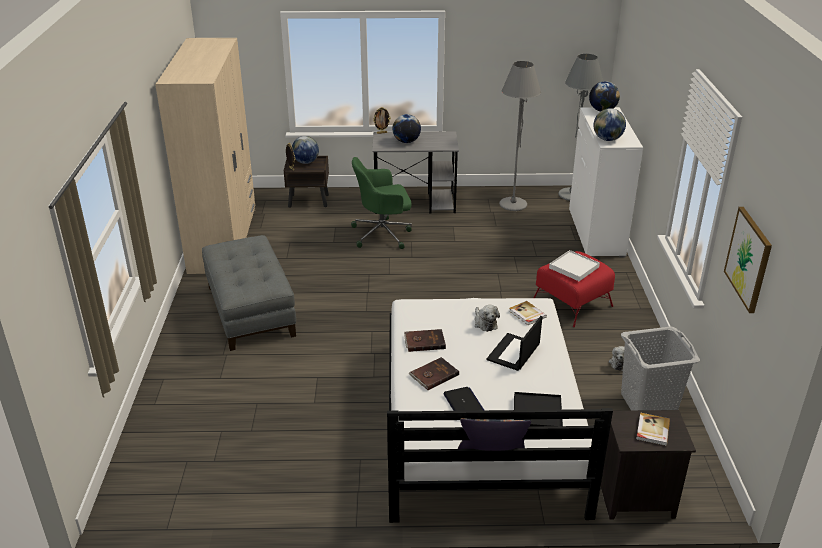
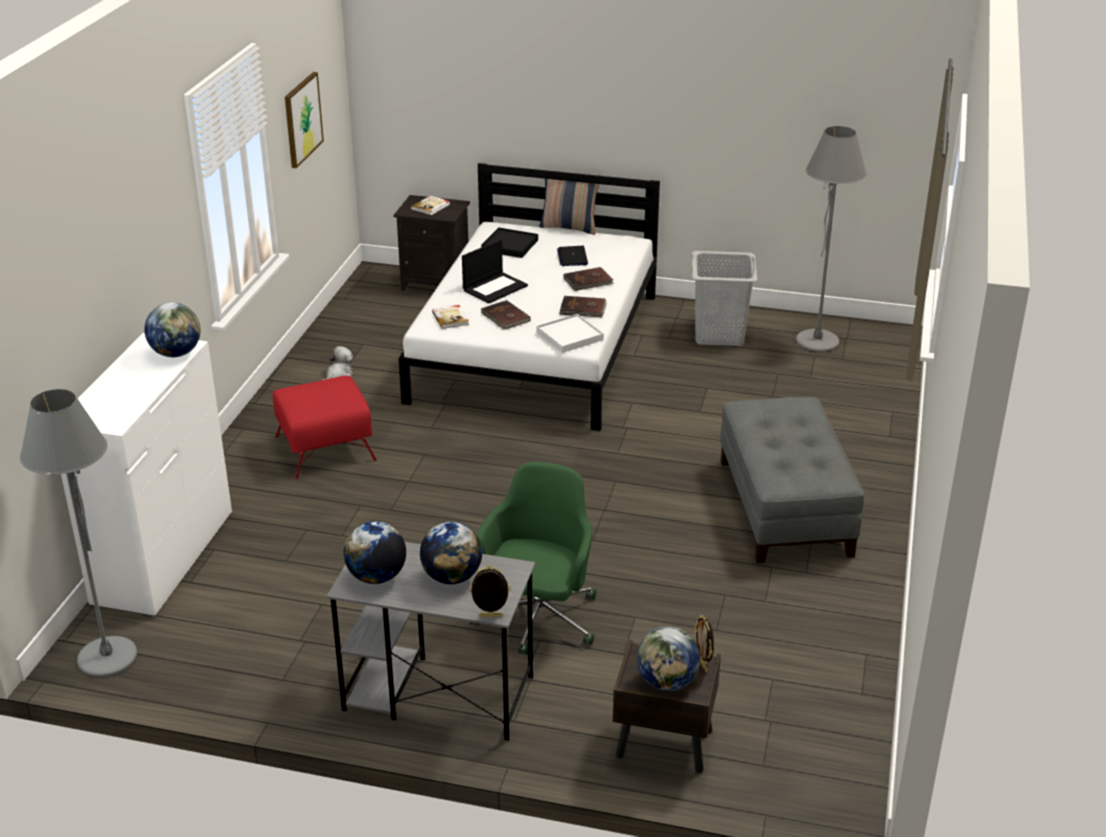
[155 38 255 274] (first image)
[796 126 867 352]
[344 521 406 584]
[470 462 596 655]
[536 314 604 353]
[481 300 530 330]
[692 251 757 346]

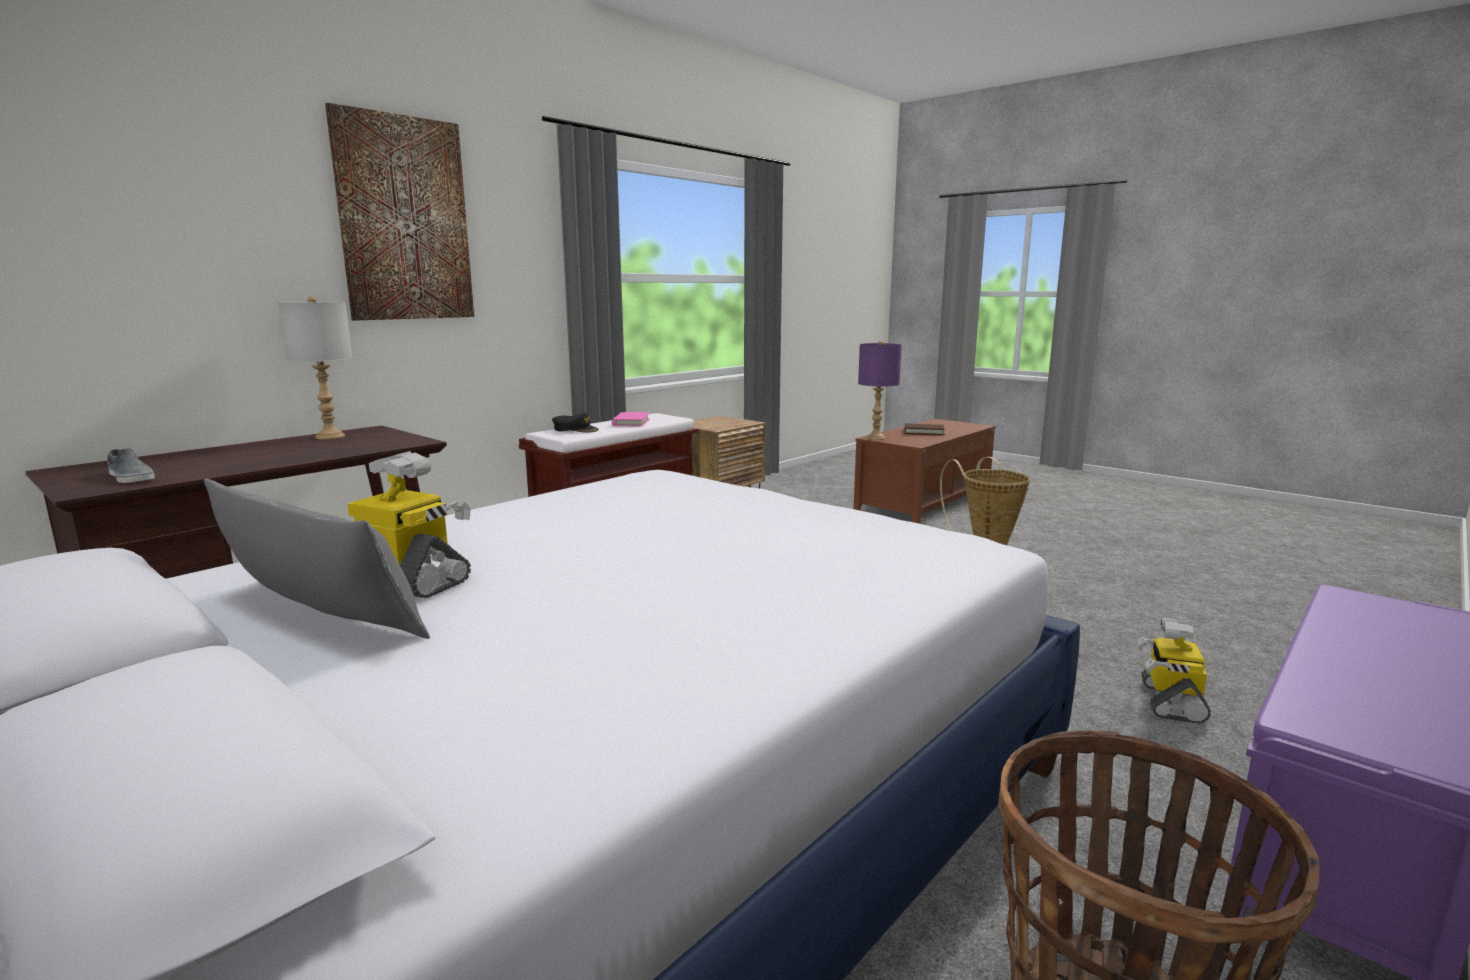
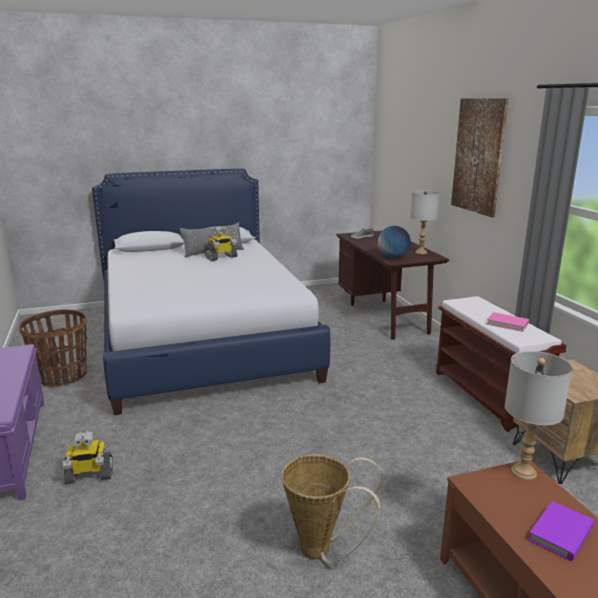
[505 351 572 480]
[552 412 599 433] (first image)
[528 501 594 561]
[63 431 113 484]
[378 226 411 258]

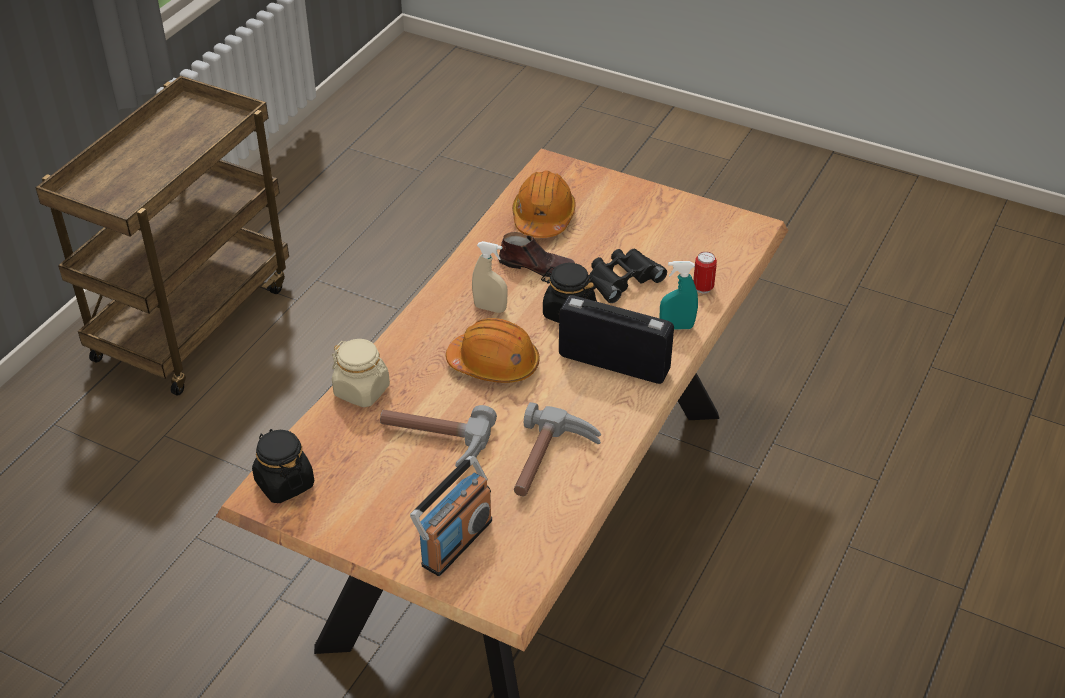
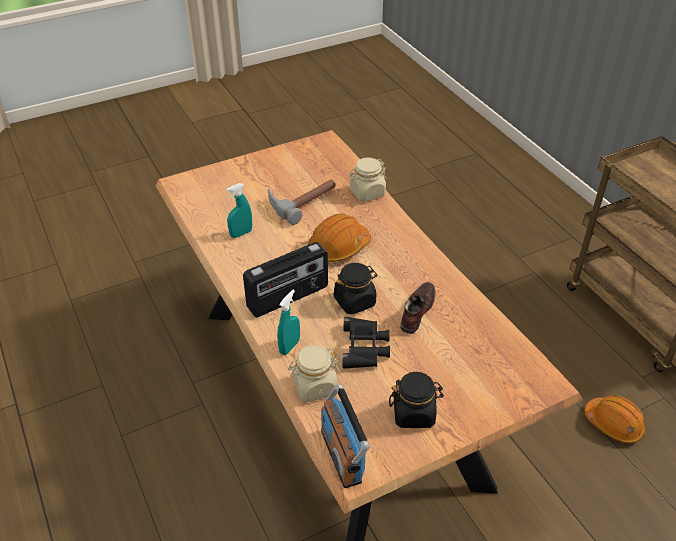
[584 395 646 443]
[400 282 435 334]
[472 241 508 313] (first image)
[288 345 340 402]
[226 183 252 238]
[389 372 444 428]
[321 385 370 488]

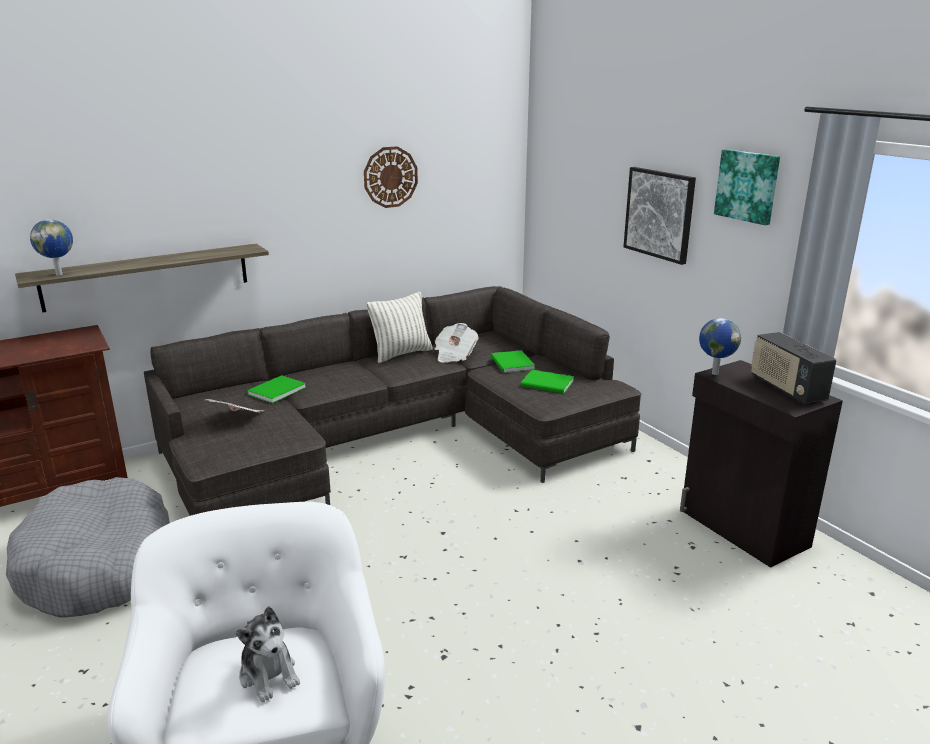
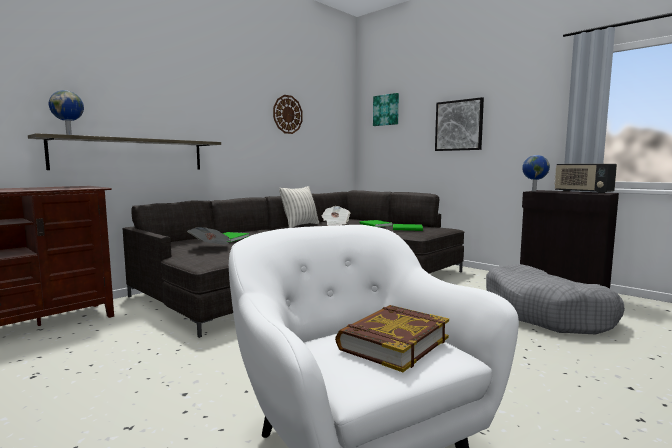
[373 93 399 126]
[486 264 625 334]
[335 305 449 372]

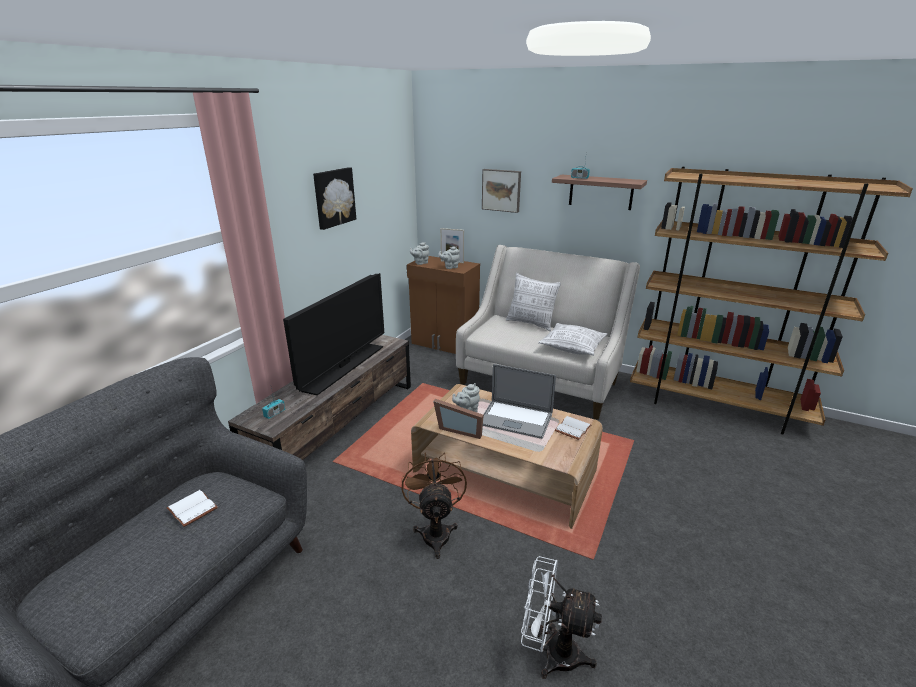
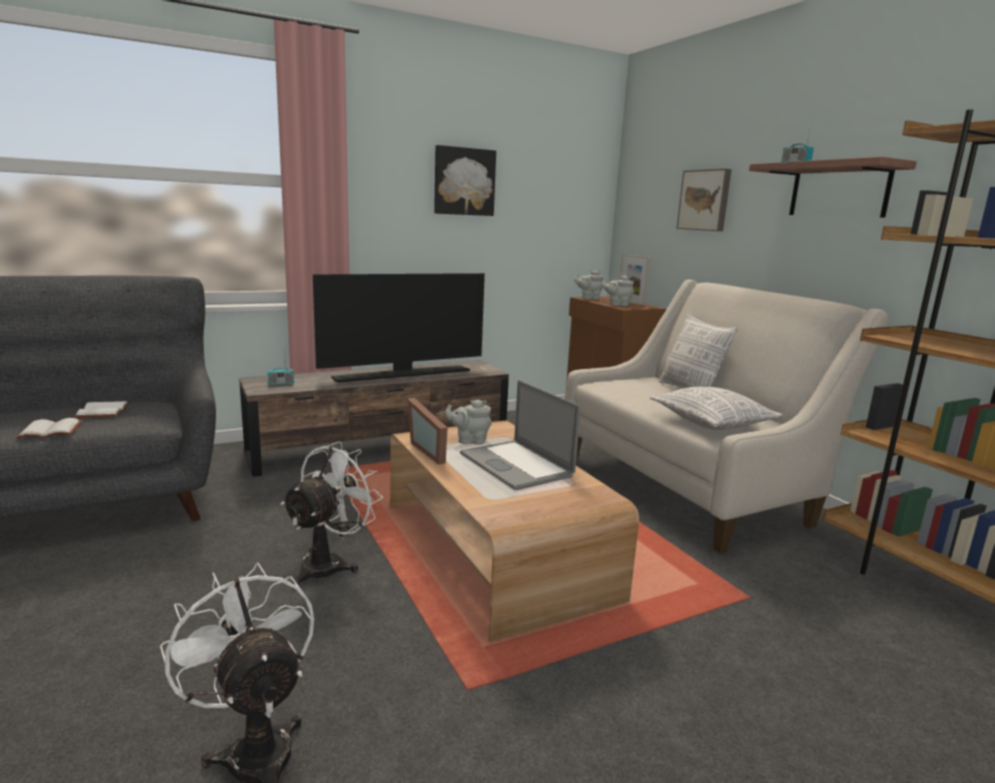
[16 418 82 438]
[281 442 383 586]

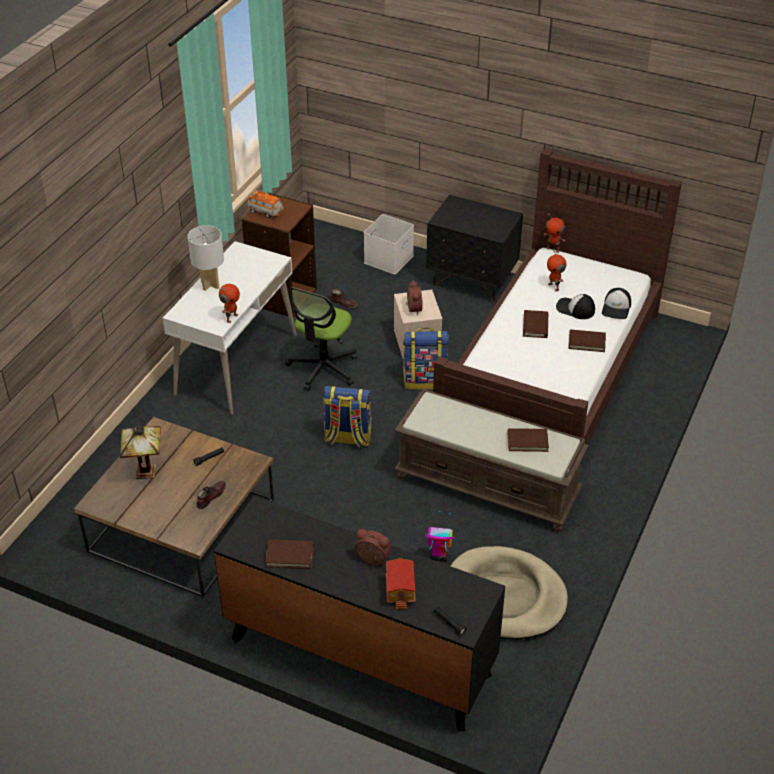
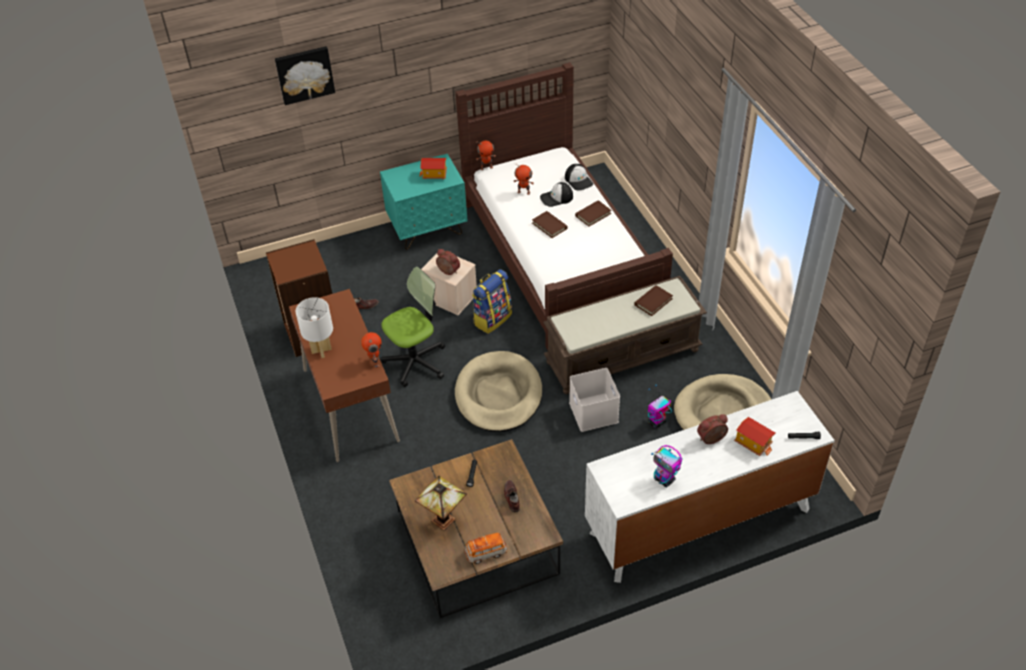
[465 533 507 564]
[380 154 468 250]
[569 368 620 432]
[289 289 400 462]
[380 267 445 387]
[455 351 542 432]
[585 391 835 583]
[651 445 682 487]
[275 46 335 105]
[419 158 447 179]

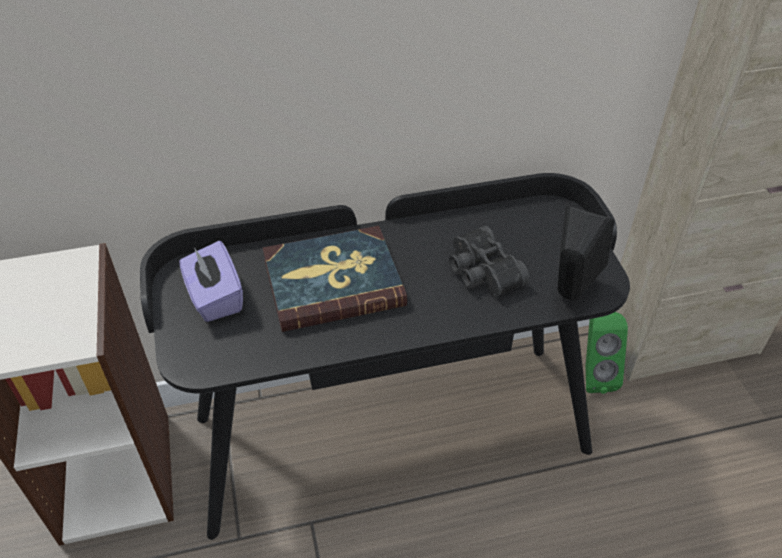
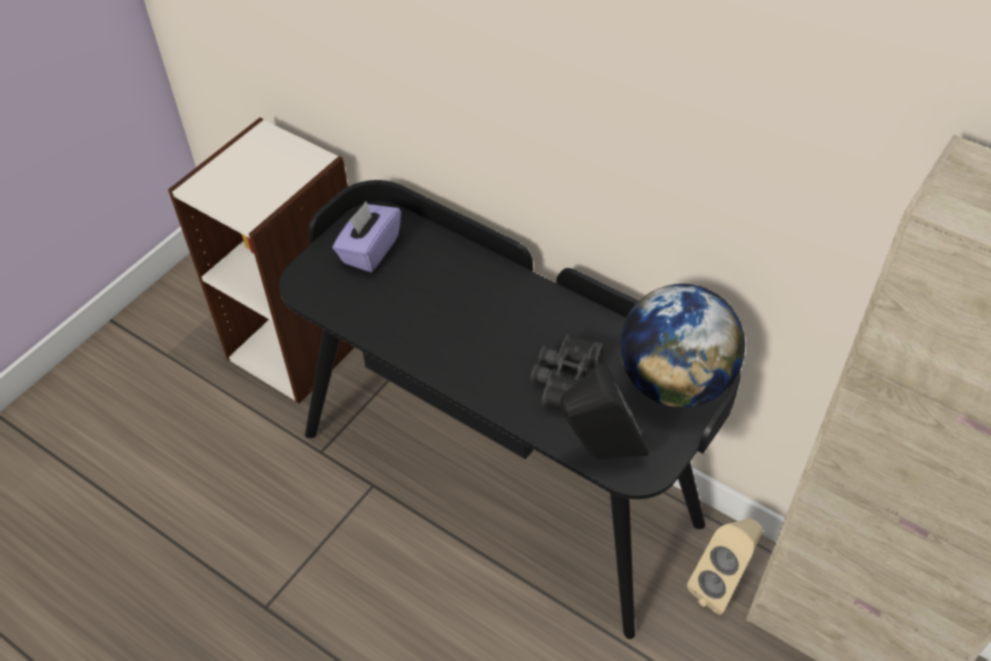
[263 226 407 332] (first image)
[687 518 763 615]
[620 284 745 408]

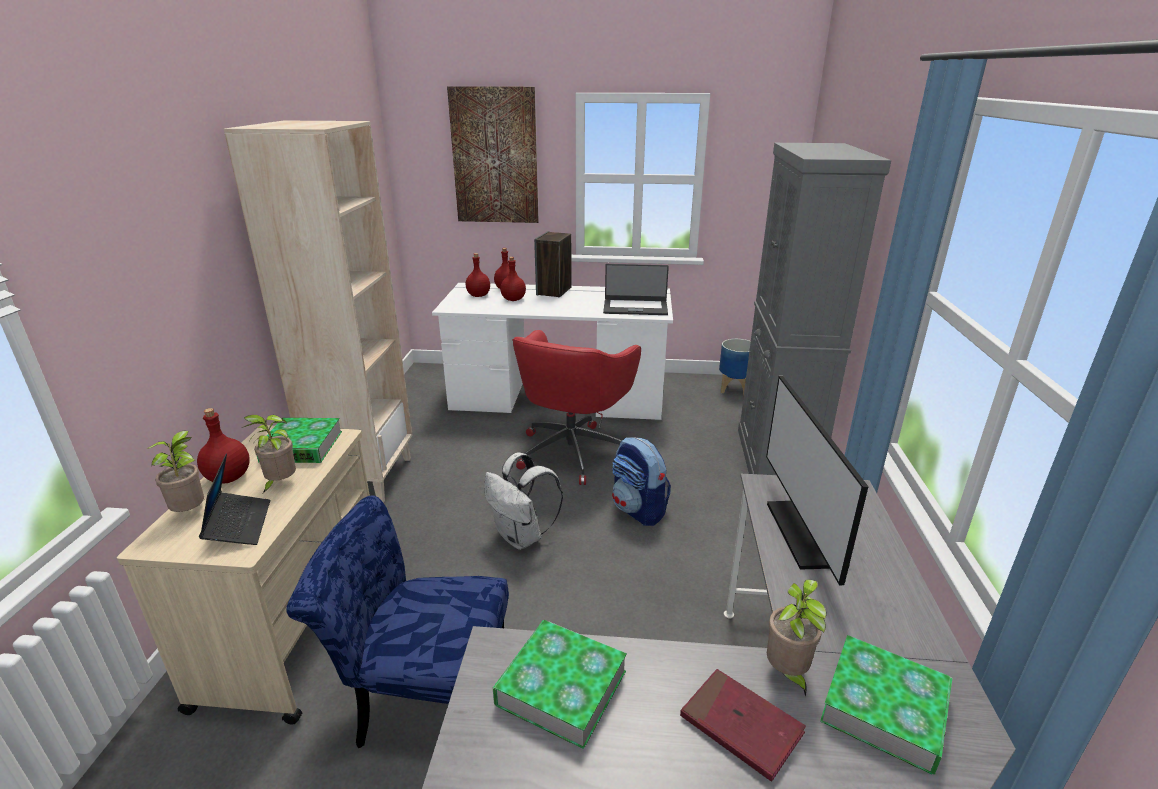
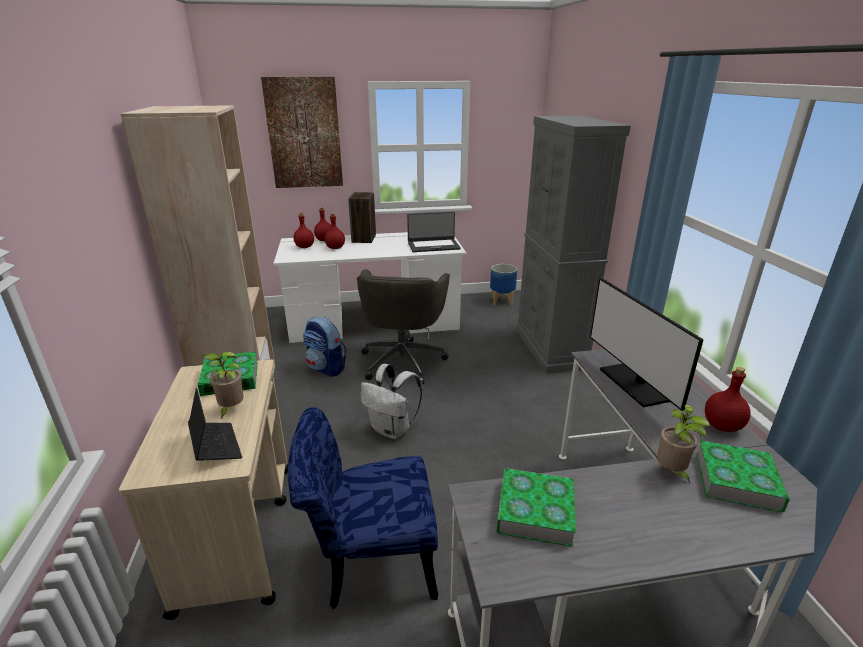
[357 269 450 384]
[705 367 751 432]
[146 431 204 512] (first image)
[303 317 346 377]
[680 669 806 782] (first image)

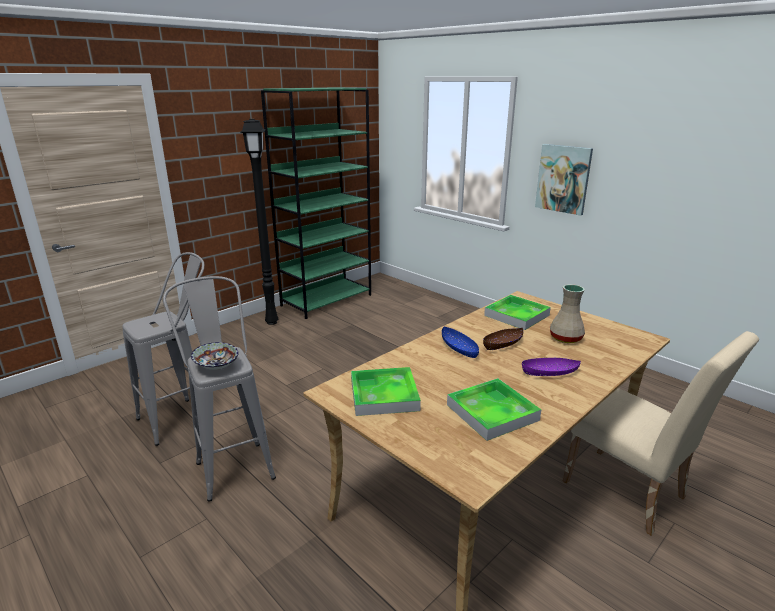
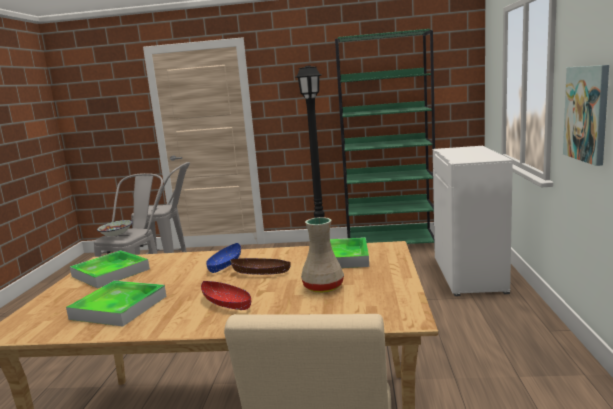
[201 281 251 310]
[433 146 513 296]

